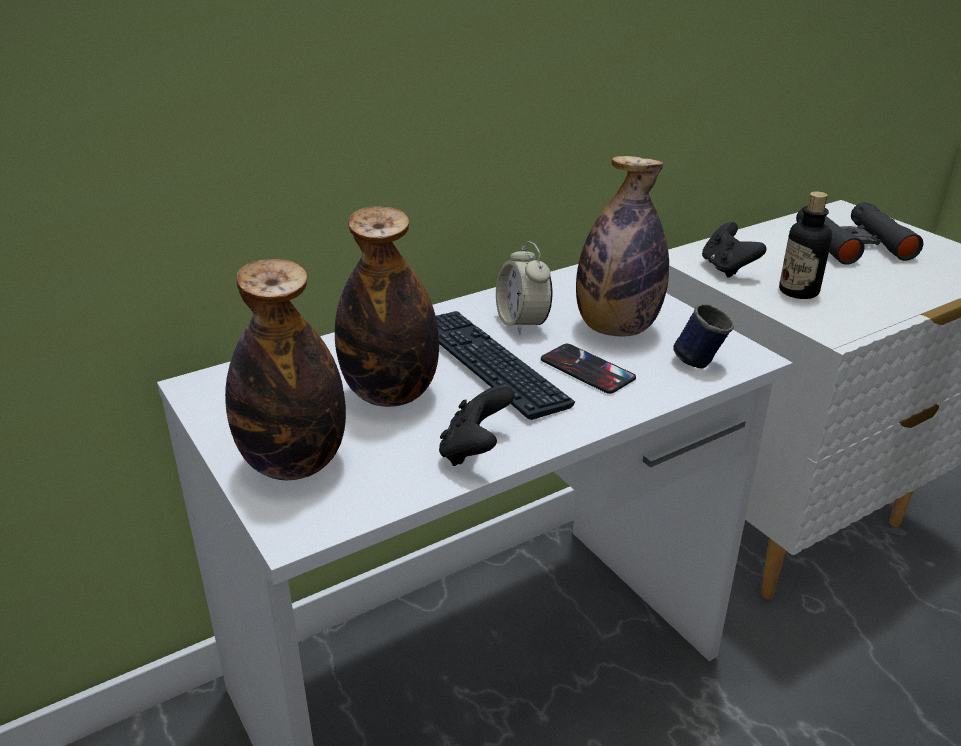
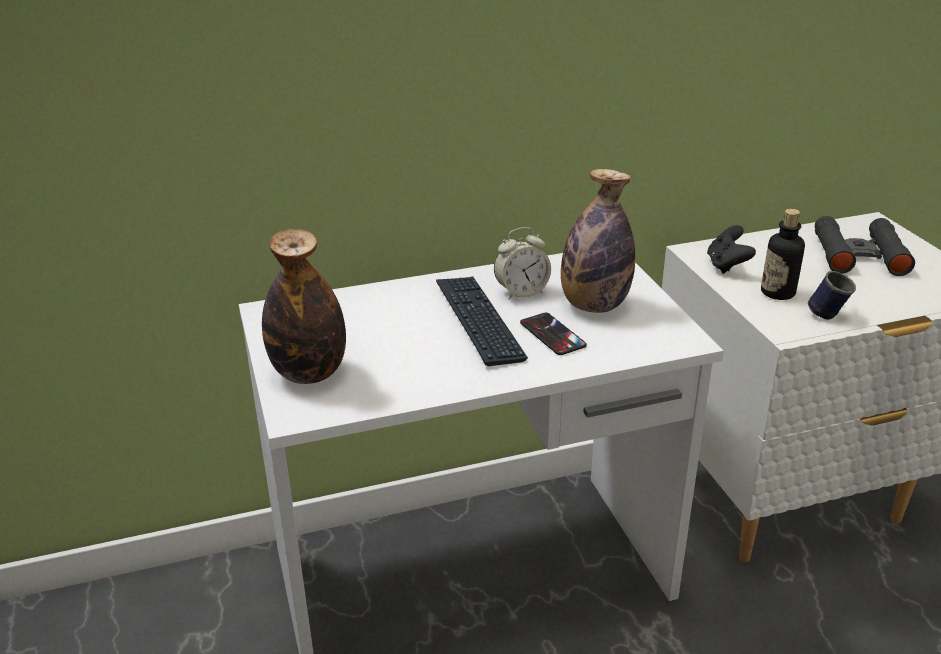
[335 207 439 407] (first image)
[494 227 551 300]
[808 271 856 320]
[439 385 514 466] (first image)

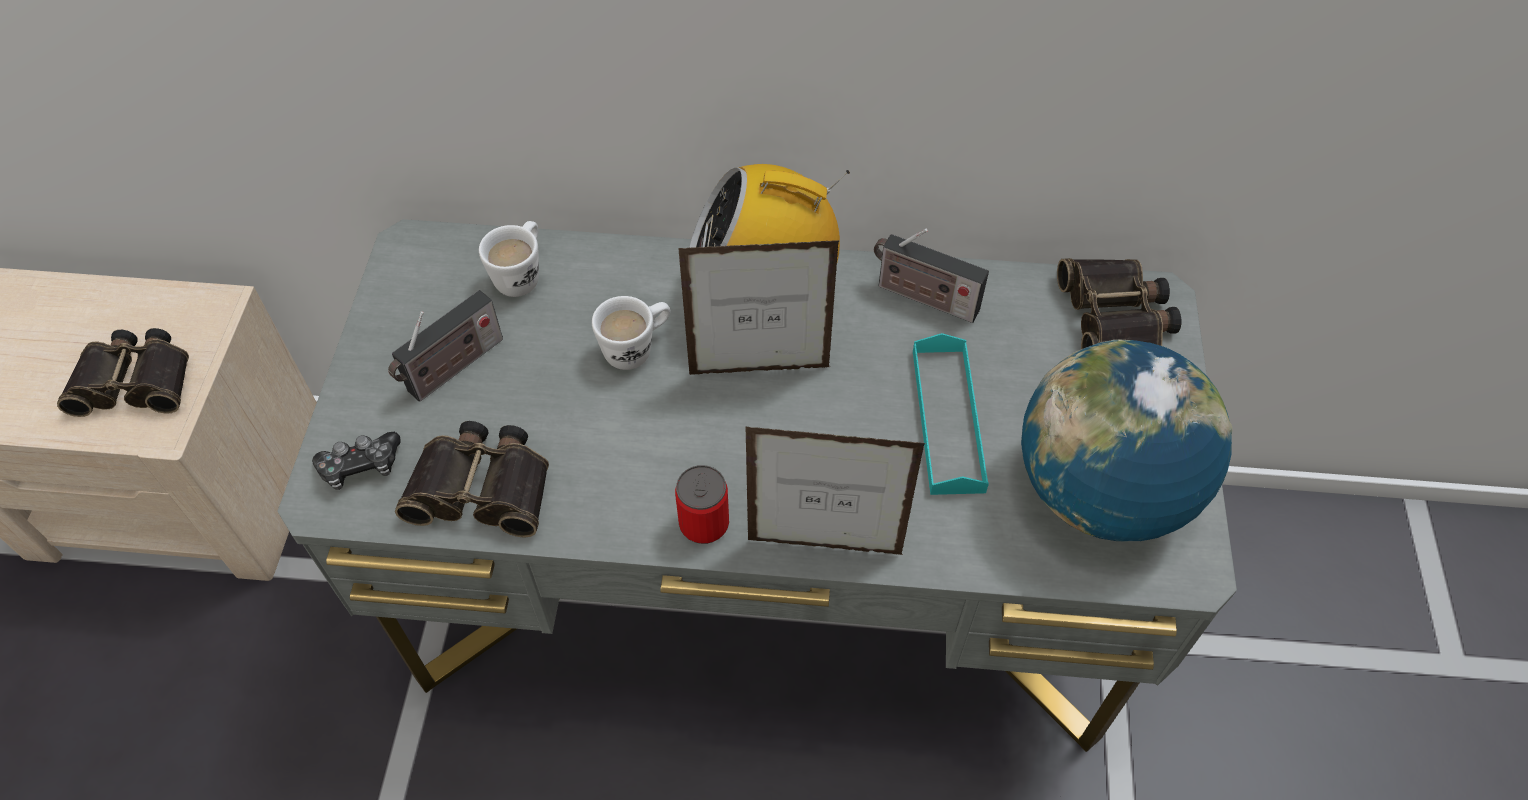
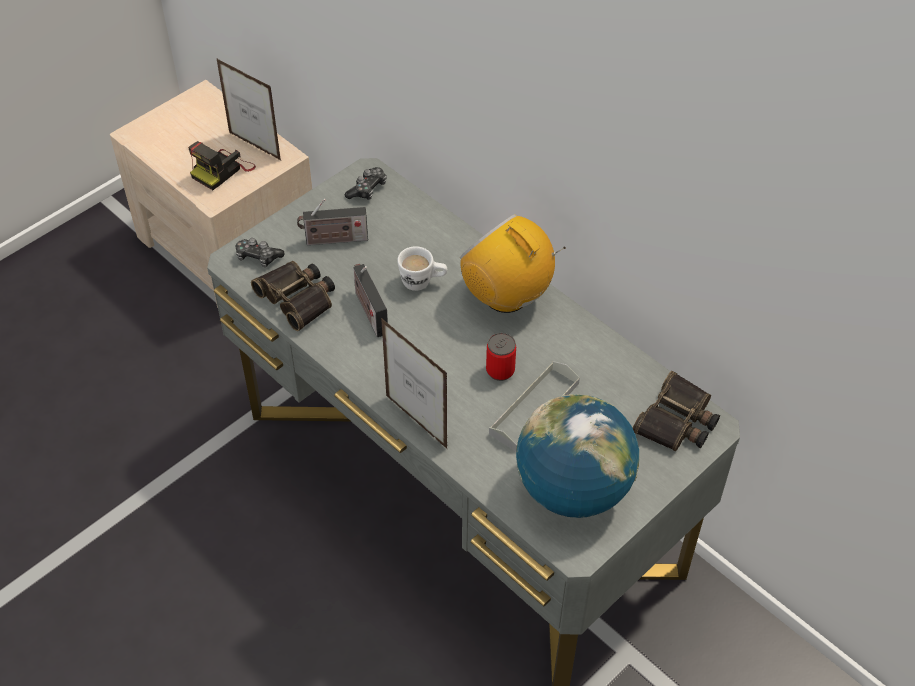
[479 221 539 297] (first image)
[353 264 388 337]
[216 58 281 160]
[188 141 256 190]
[489 361 580 452]
[486 333 516 381]
[344 167 387 200]

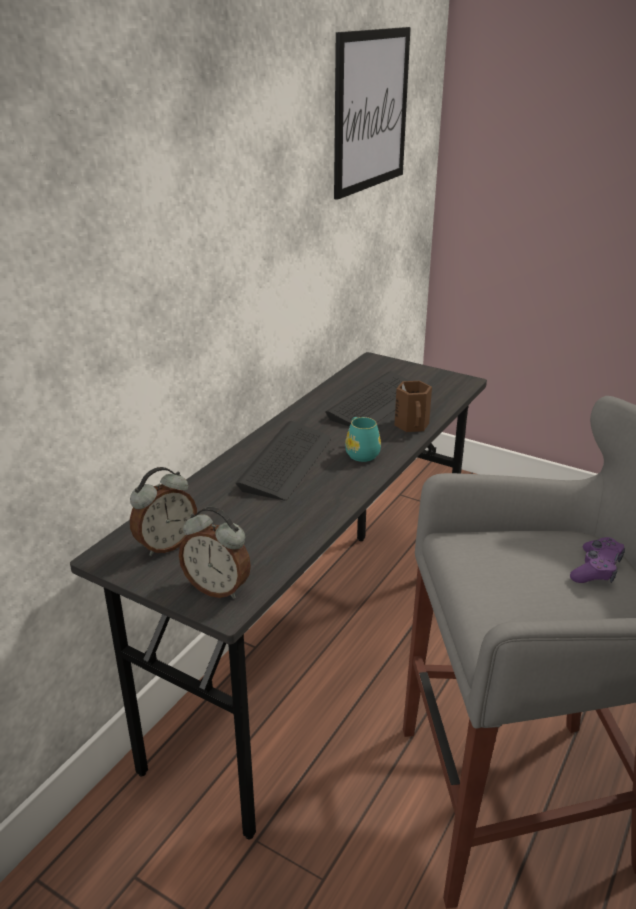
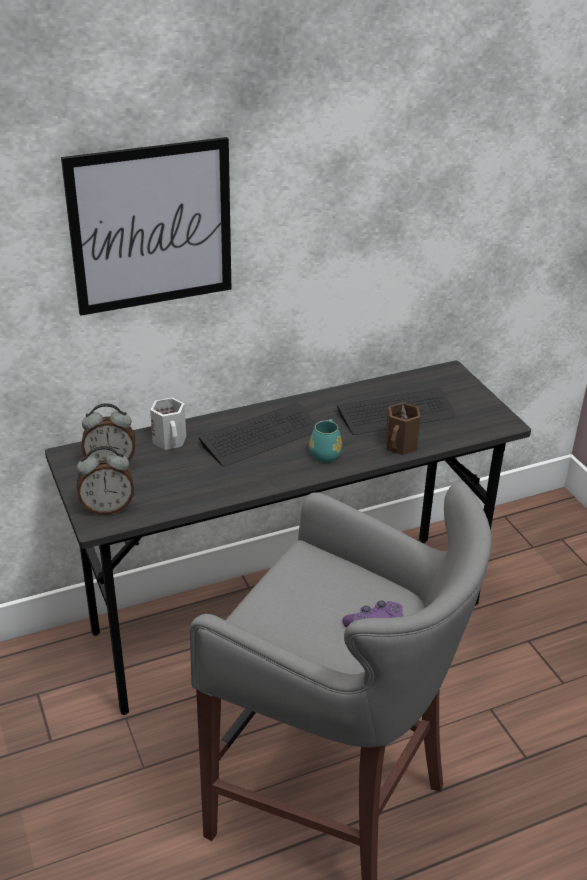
[61 137 231 316]
[77 446 134 515]
[150 397 186 450]

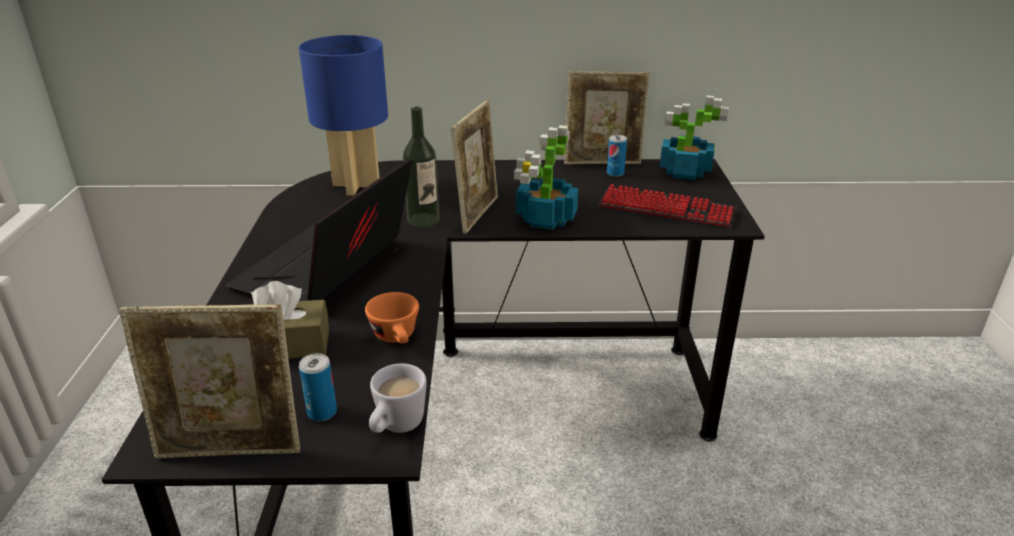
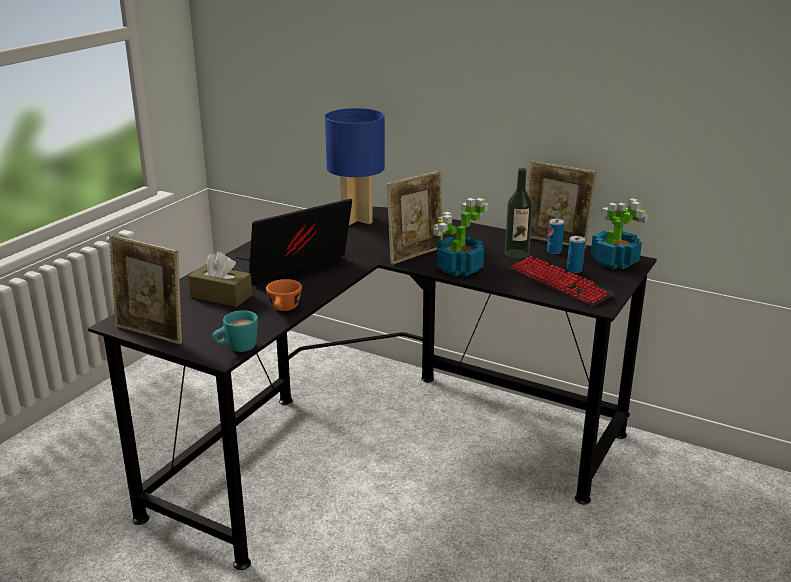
[505 168 533 259]
[567 236 586 273]
[212 310 258 352]

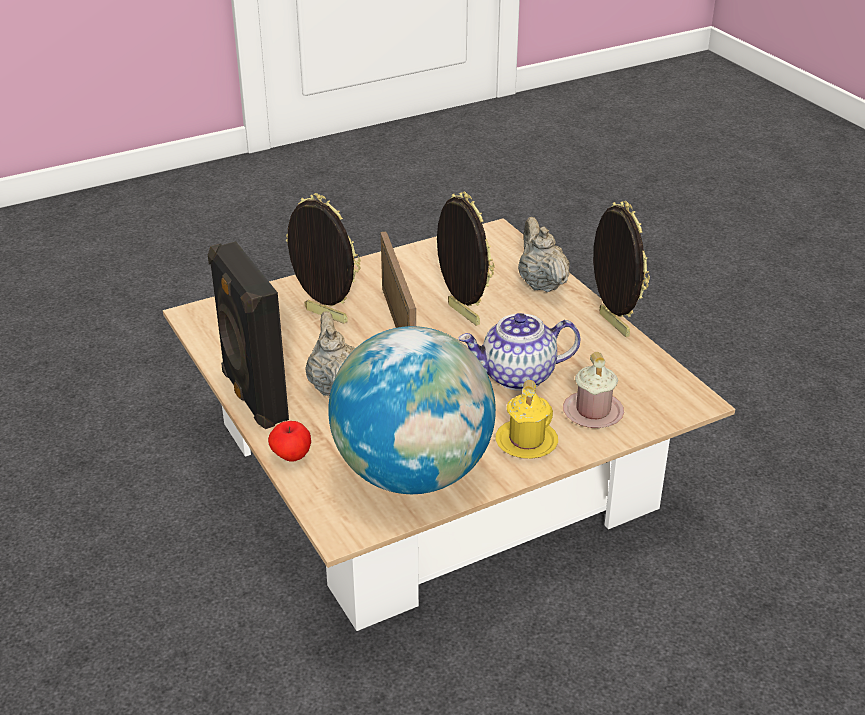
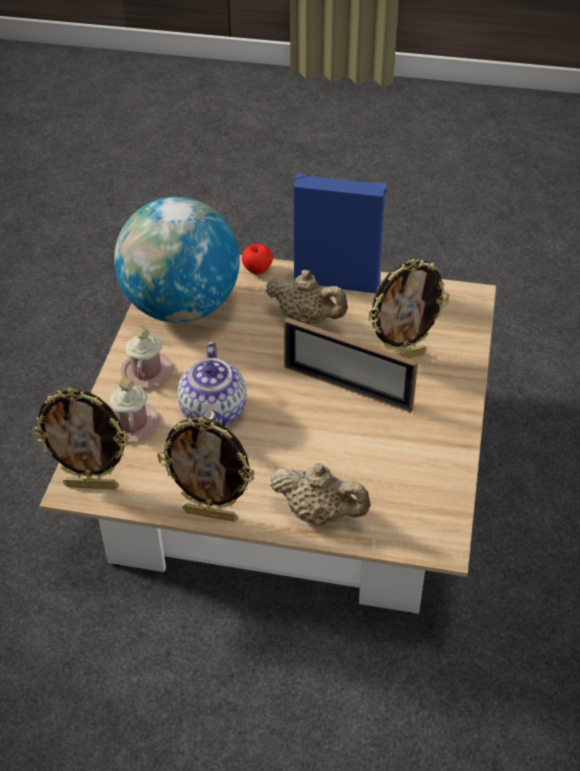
[32 388 129 489]
[294 173 387 293]
[178 342 247 426]
[121 325 173 388]

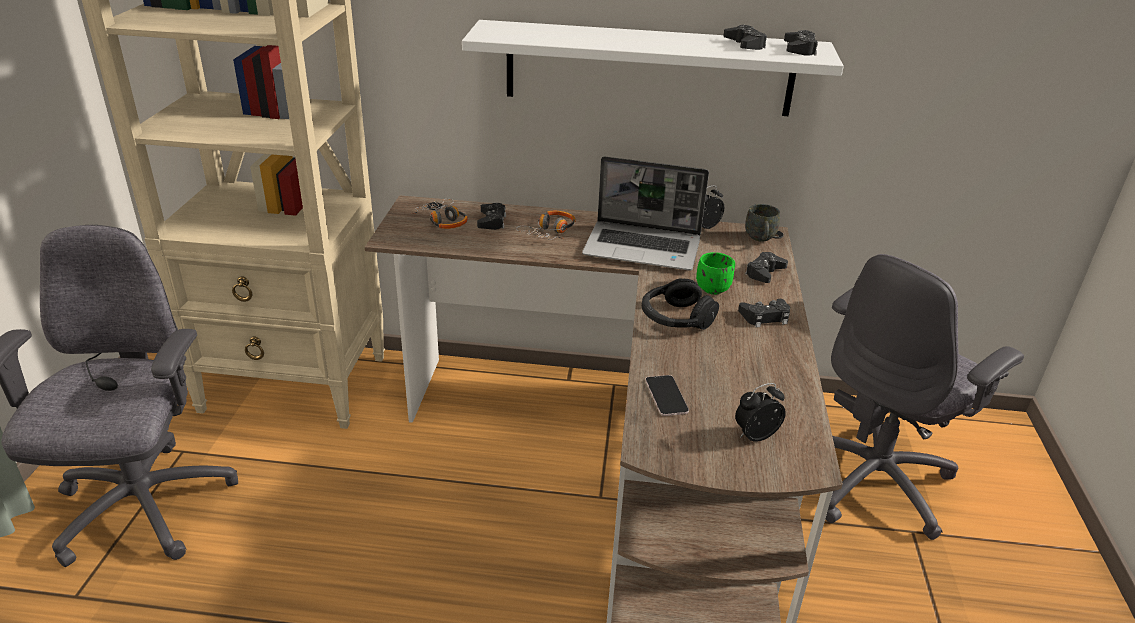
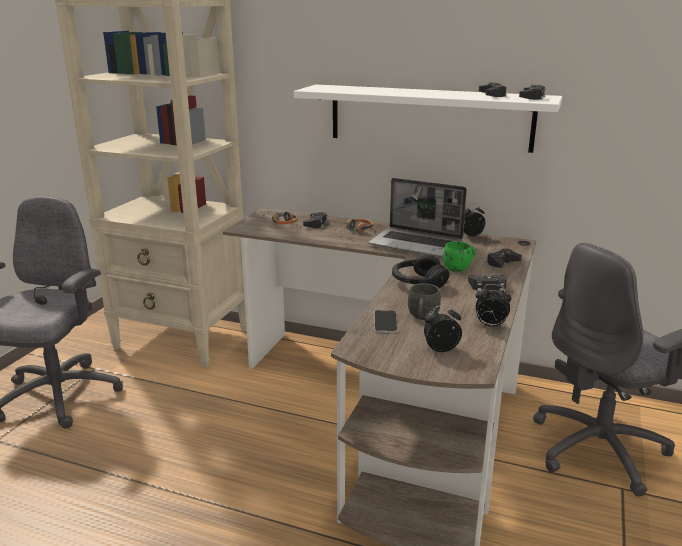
[408 283 441 320]
[476 284 511 328]

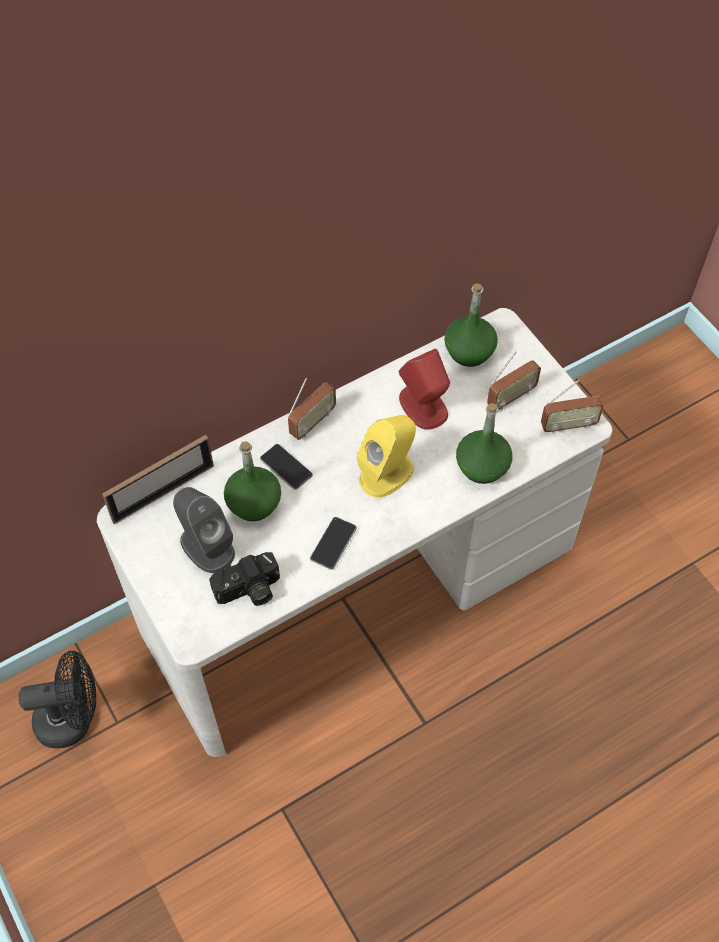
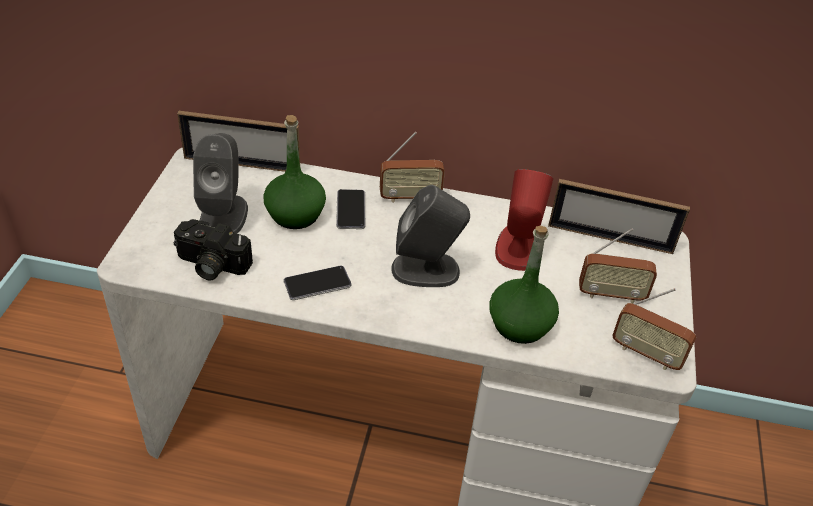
[548 179 690 254]
[391 185 470 287]
[19 651 96 749] (first image)

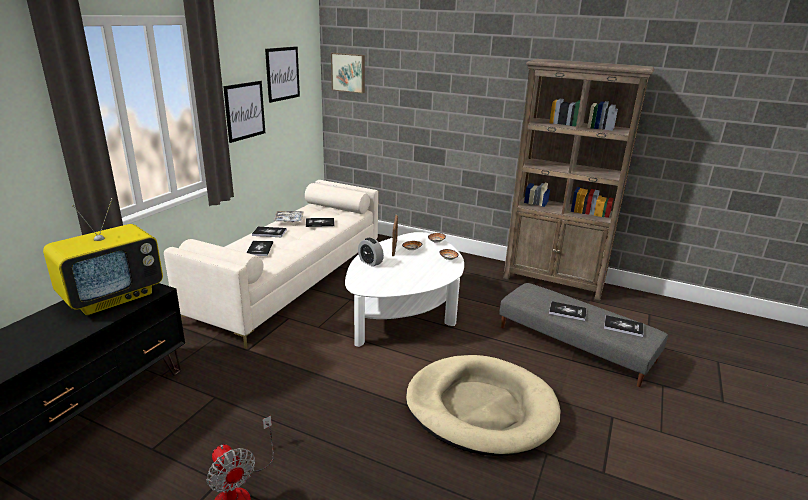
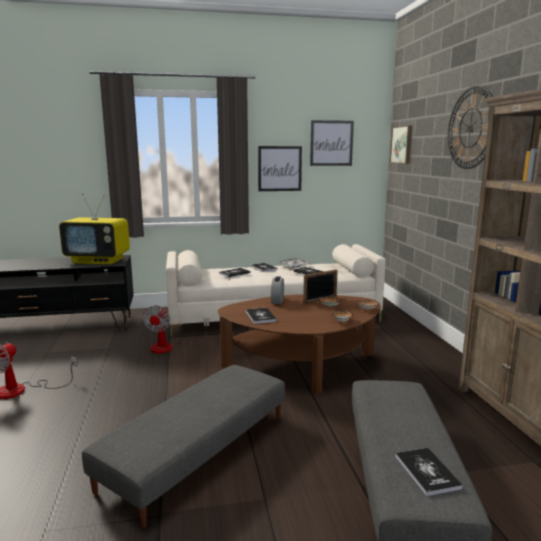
[217 294 381 394]
[246 308 277 324]
[82 365 285 528]
[448 85 493 169]
[143 305 209 353]

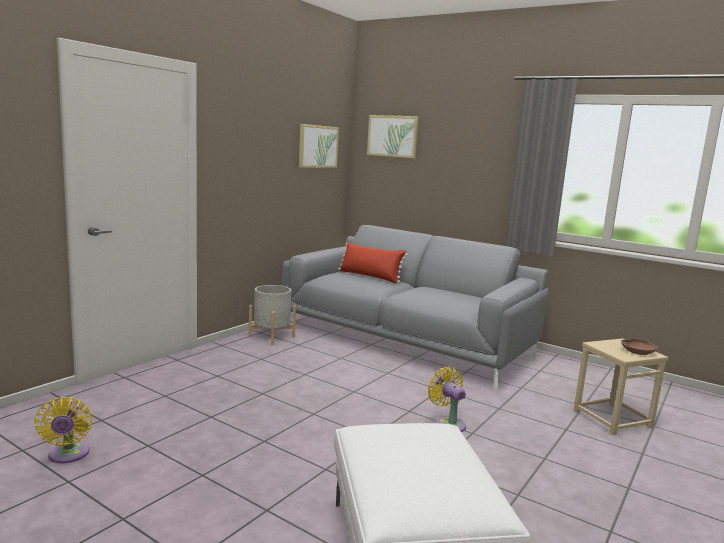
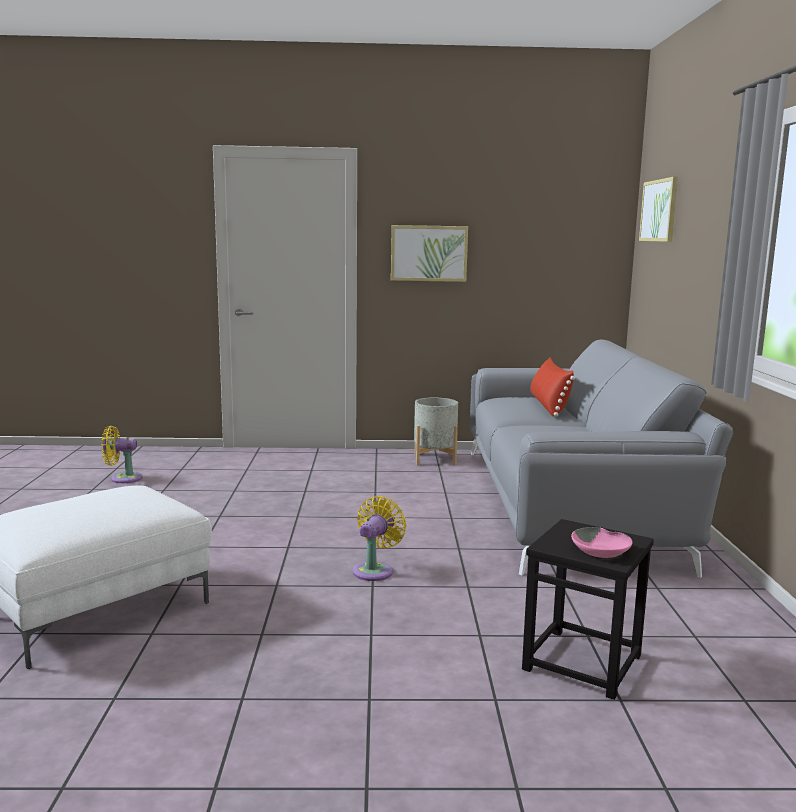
[391 225 468 282]
[522 519 654 700]
[571 527 633 558]
[102 426 142 483]

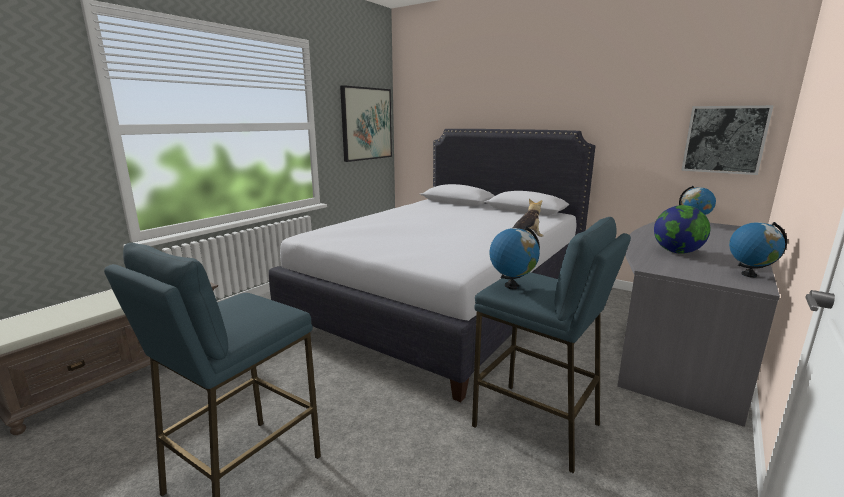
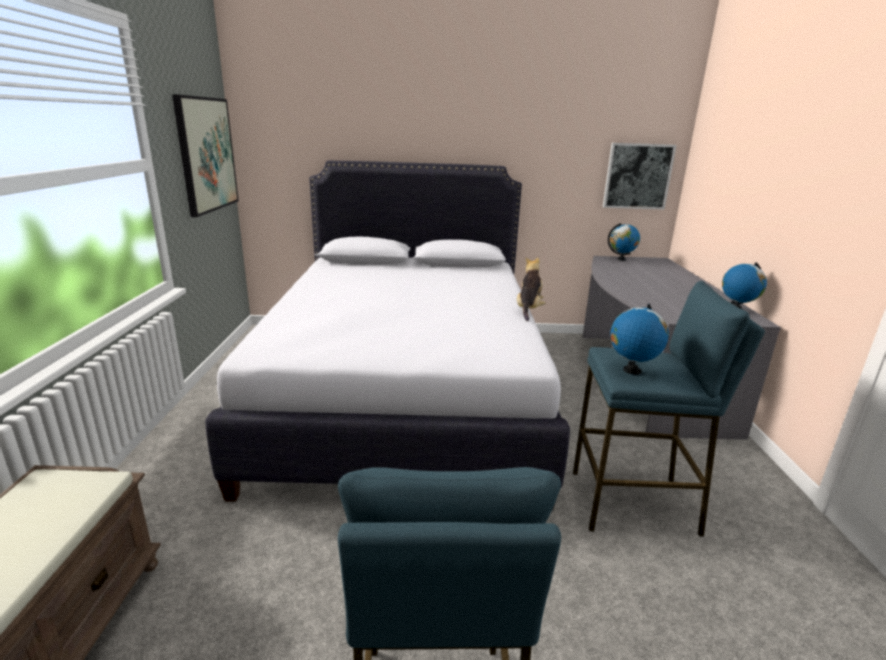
[654 205 710 254] (first image)

